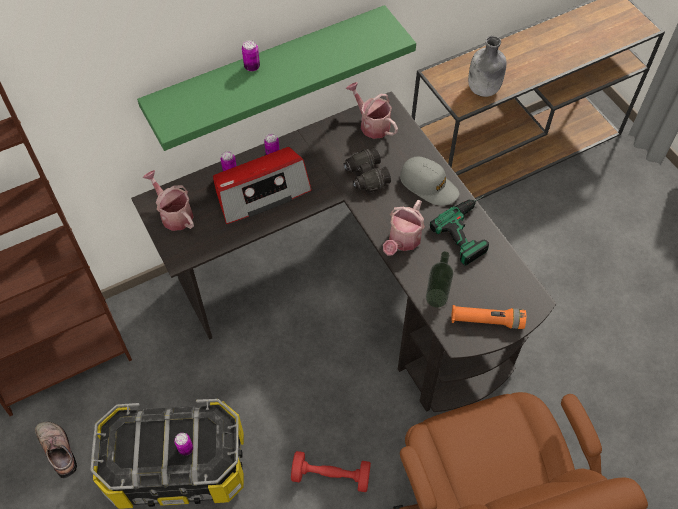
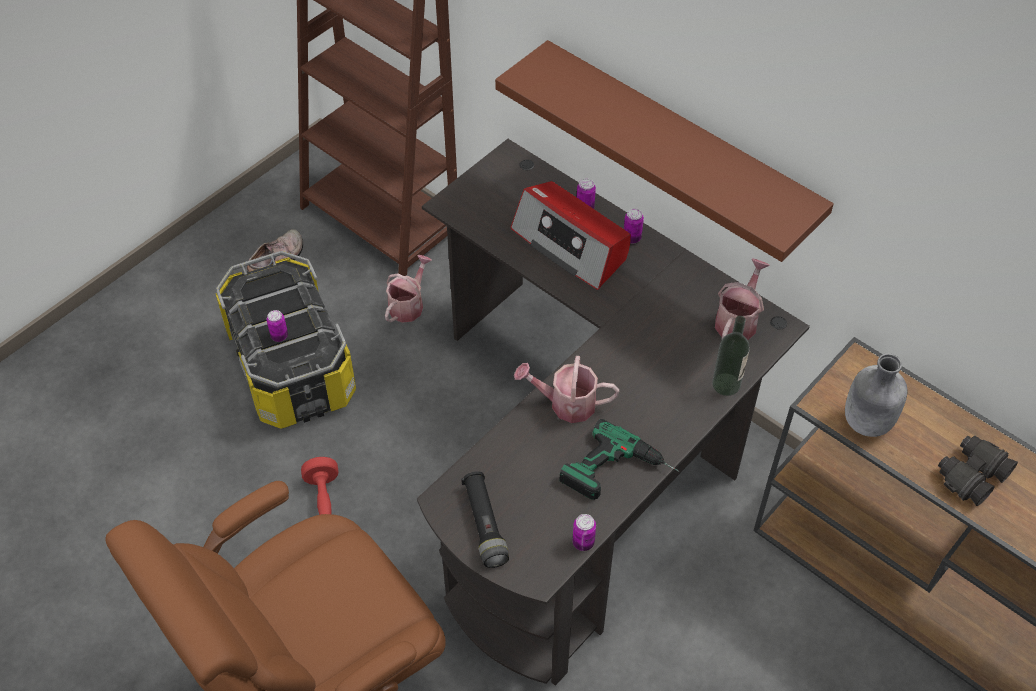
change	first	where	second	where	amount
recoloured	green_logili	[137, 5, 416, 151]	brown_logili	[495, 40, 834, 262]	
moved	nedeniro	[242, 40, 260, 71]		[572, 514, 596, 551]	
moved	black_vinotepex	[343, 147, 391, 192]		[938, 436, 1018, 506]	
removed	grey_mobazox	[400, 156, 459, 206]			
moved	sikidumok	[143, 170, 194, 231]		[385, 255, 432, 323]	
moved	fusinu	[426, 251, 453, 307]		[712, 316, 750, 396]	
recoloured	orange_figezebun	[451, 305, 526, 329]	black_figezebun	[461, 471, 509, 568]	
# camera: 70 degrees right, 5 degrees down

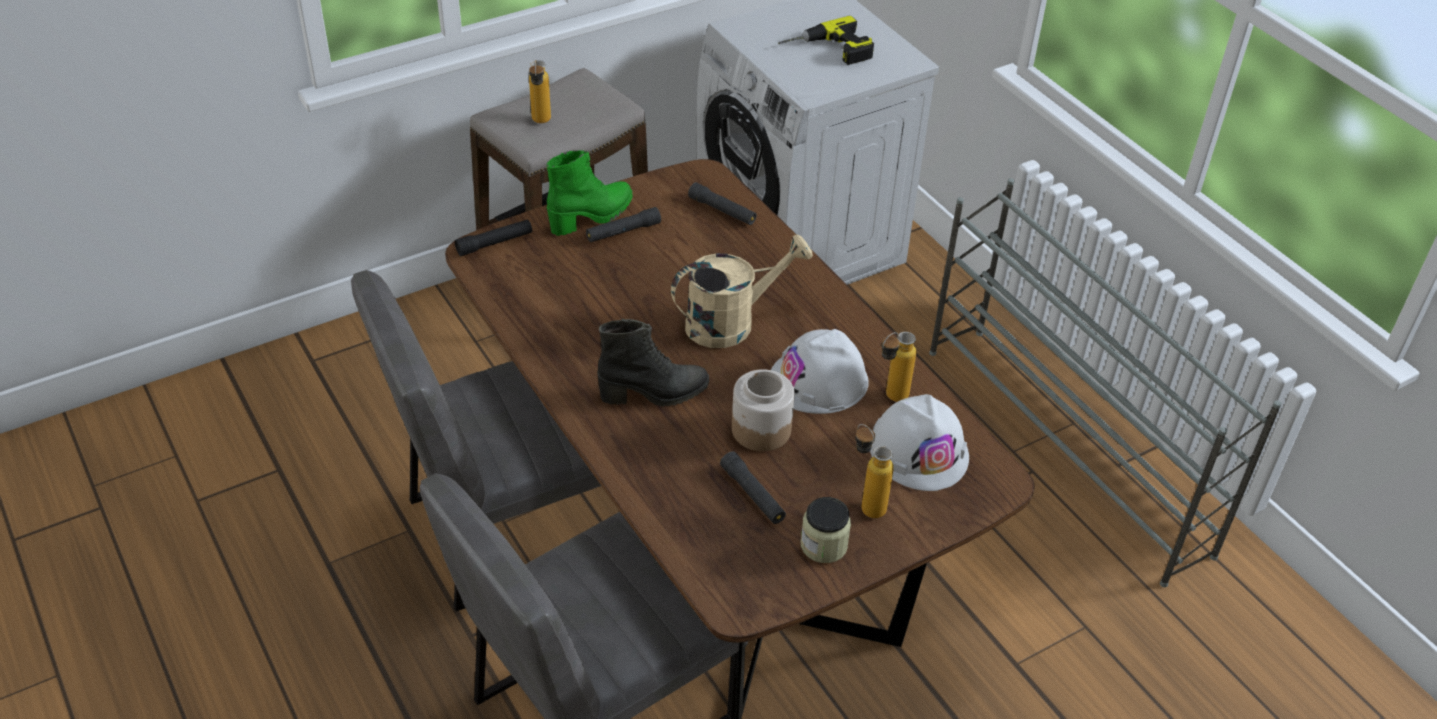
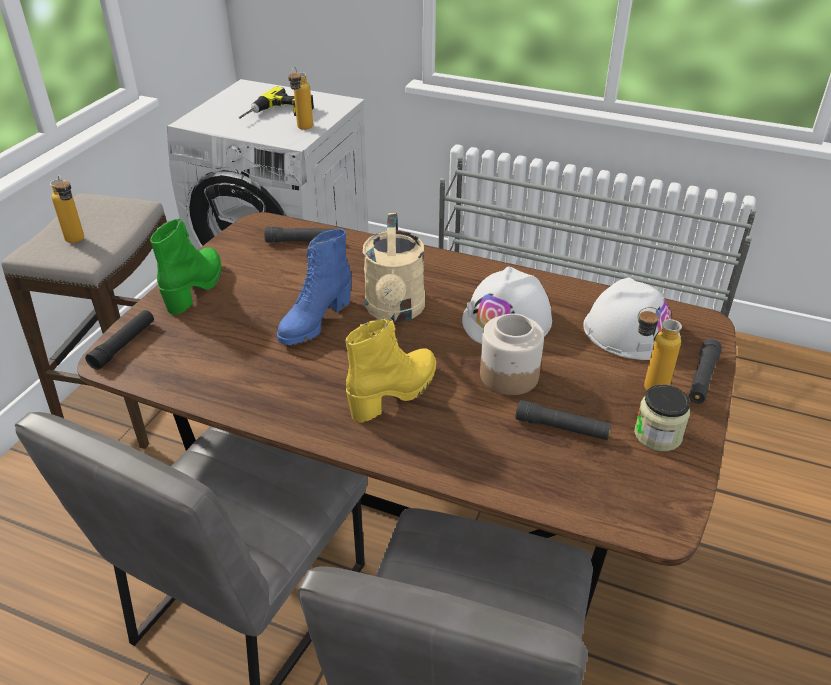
change	first	where	second	where	amount
moved	black_figezebun	[586, 207, 661, 242]		[689, 339, 722, 404]	
turned	beige_sikidumok	[671, 234, 813, 348]		[363, 213, 425, 322]	150 degrees clockwise
recoloured	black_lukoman	[597, 318, 709, 406]	yellow_lukoman	[345, 318, 436, 423]	
moved	fusinu	[881, 332, 916, 402]		[288, 67, 313, 130]	
added			blue_lukoman	[277, 229, 351, 345]	
# camera: 35 degrees left, 5 degrees down

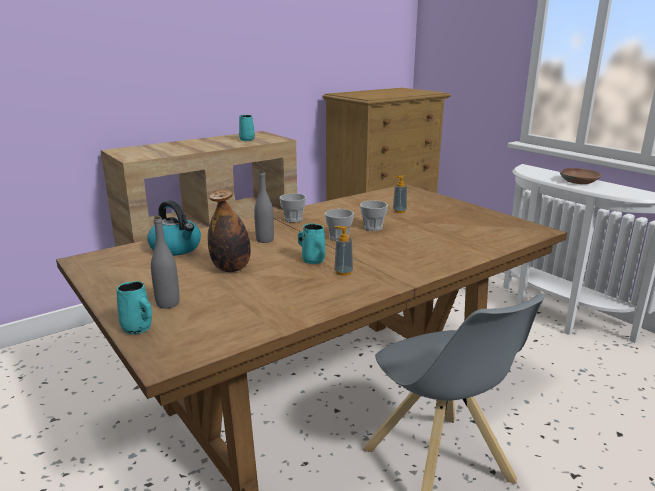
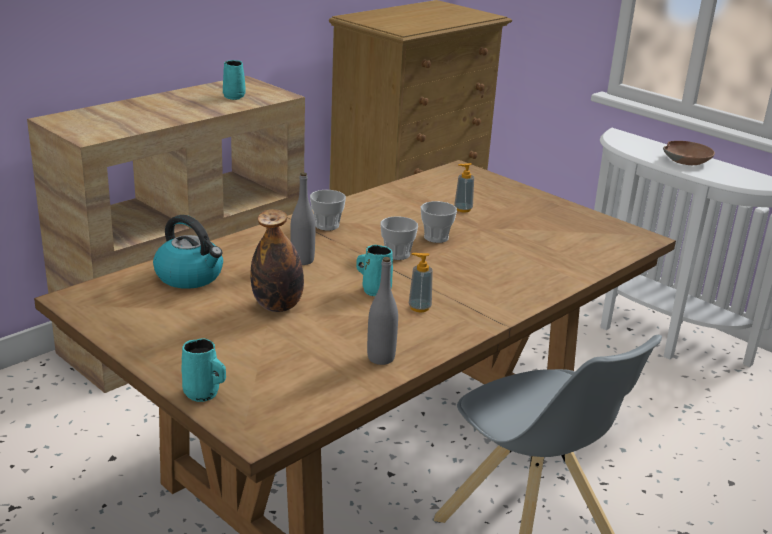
change	first	where	second	where	amount
moved	grey_fusinu	[151, 215, 180, 309]		[367, 257, 398, 365]	
# camera: 10 degrees left, 5 degrees up

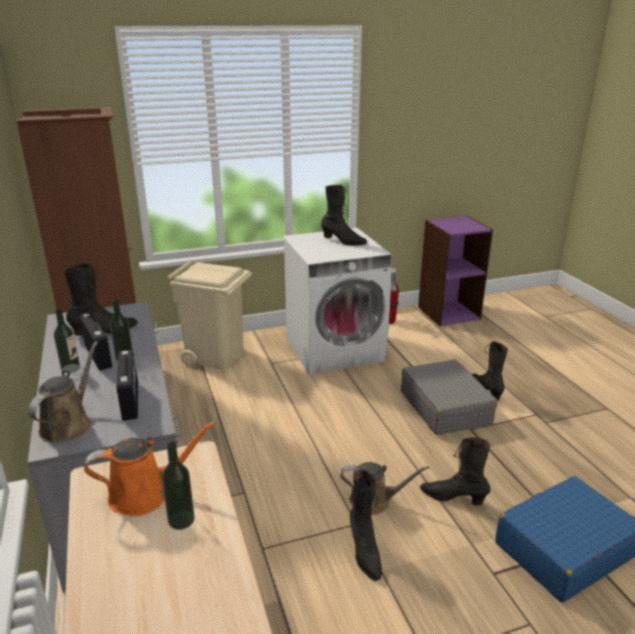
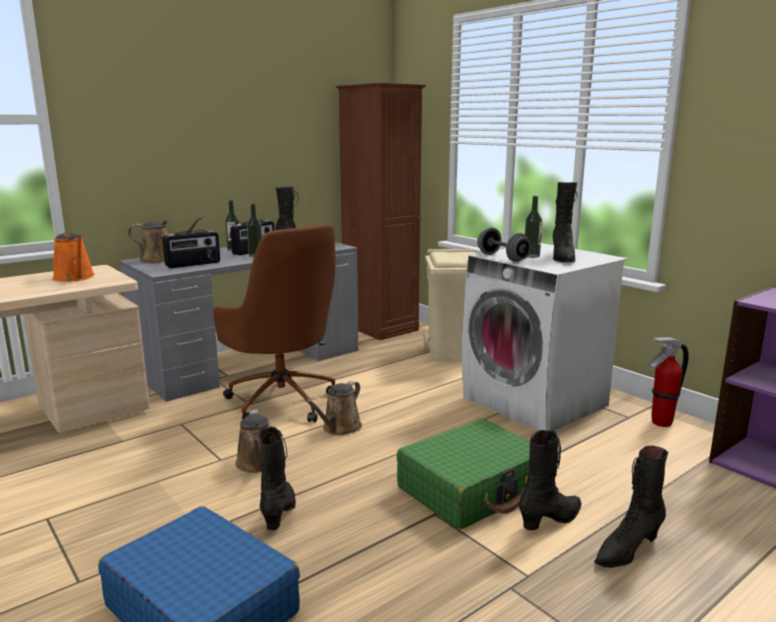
change	first	where	second	where	amount
recoloured	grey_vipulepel	[401, 360, 497, 435]	green_vipulepel	[397, 418, 530, 530]	
moved	fusinu	[162, 441, 195, 530]		[525, 196, 542, 258]	
moved	black_lukoman	[350, 469, 382, 581]		[594, 446, 668, 568]	
added			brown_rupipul	[214, 224, 335, 422]	
added			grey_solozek	[477, 228, 531, 262]	
added			brown_sikidumok	[305, 381, 362, 435]	
# camera: 70 degrees right, 10 degrees down

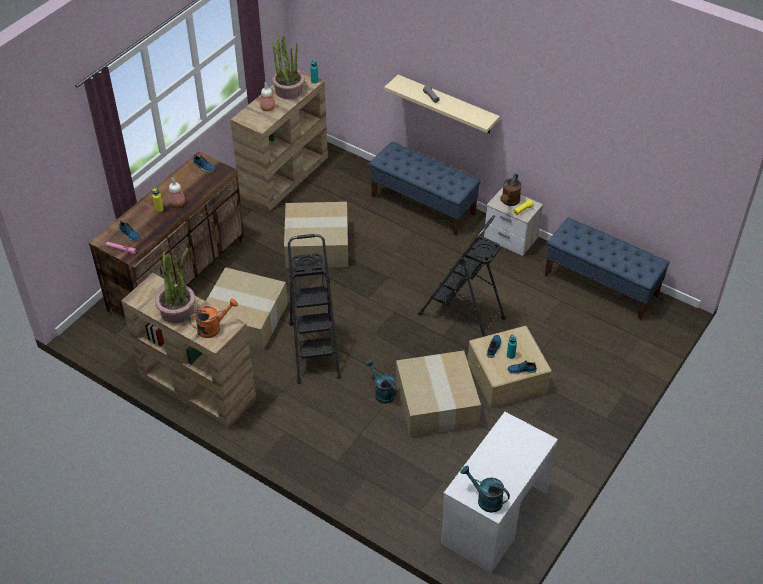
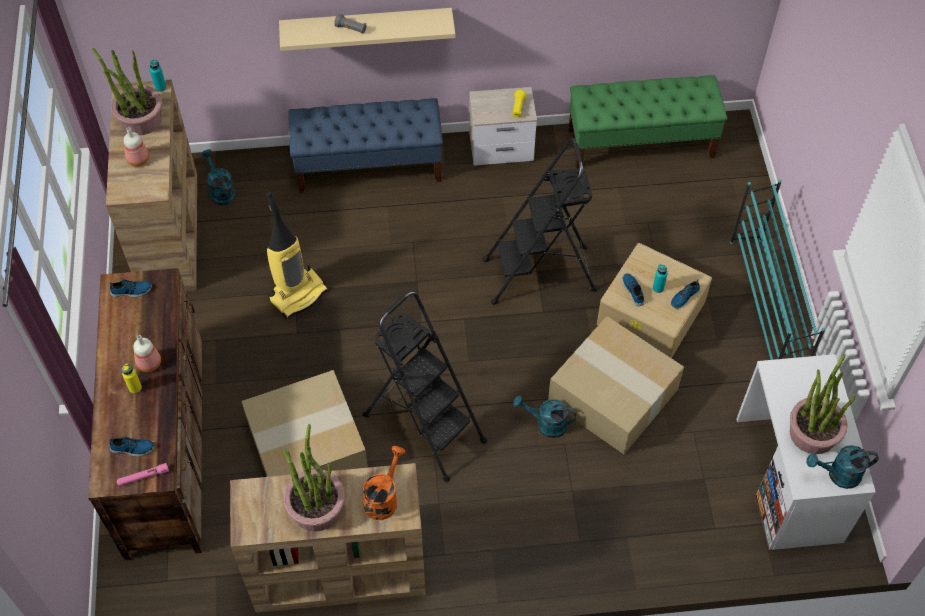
change	first	where	second	where	amount
removed	brown_sikidumok	[500, 174, 521, 206]			
replaced	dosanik	[284, 202, 348, 268]	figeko	[265, 192, 328, 319]	
recoloured	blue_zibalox	[545, 217, 670, 320]	green_zibalox	[569, 75, 727, 168]	
added			turquoise_sikidumok	[201, 149, 235, 205]	
added			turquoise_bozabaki	[730, 179, 825, 360]	
added			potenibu	[790, 354, 856, 454]	
# camera: 40 degrees left, 10 degrees up

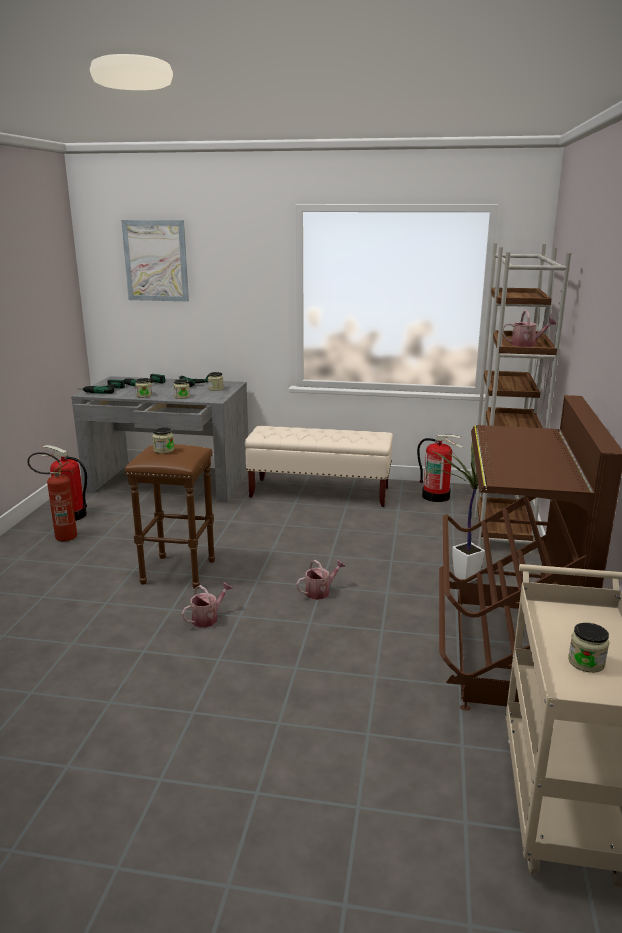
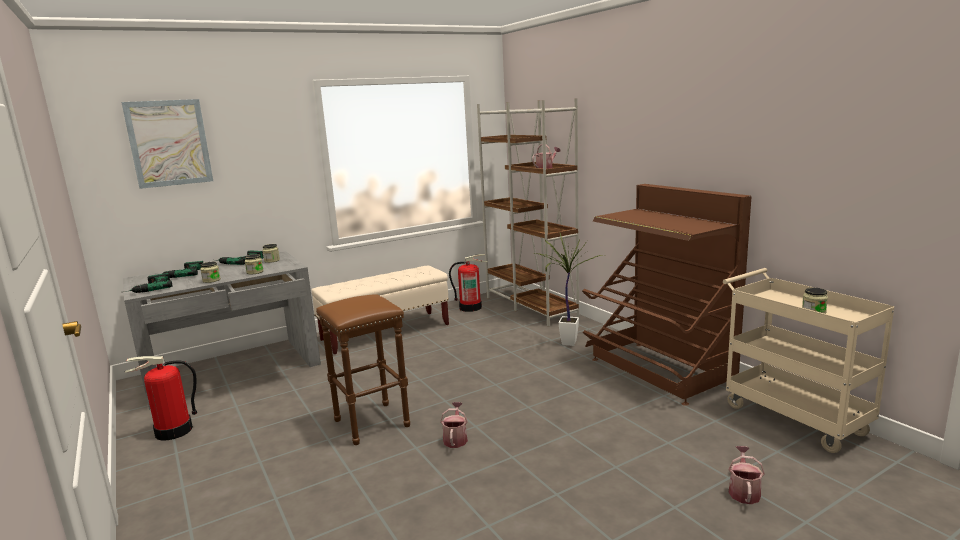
change	first	where	second	where	amount
removed	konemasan	[152, 427, 174, 454]			
removed	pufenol	[27, 452, 77, 542]			
moved	sikidumok	[296, 560, 346, 600]		[728, 446, 765, 504]	
# camera: 40 degrees left, 5 degrees down

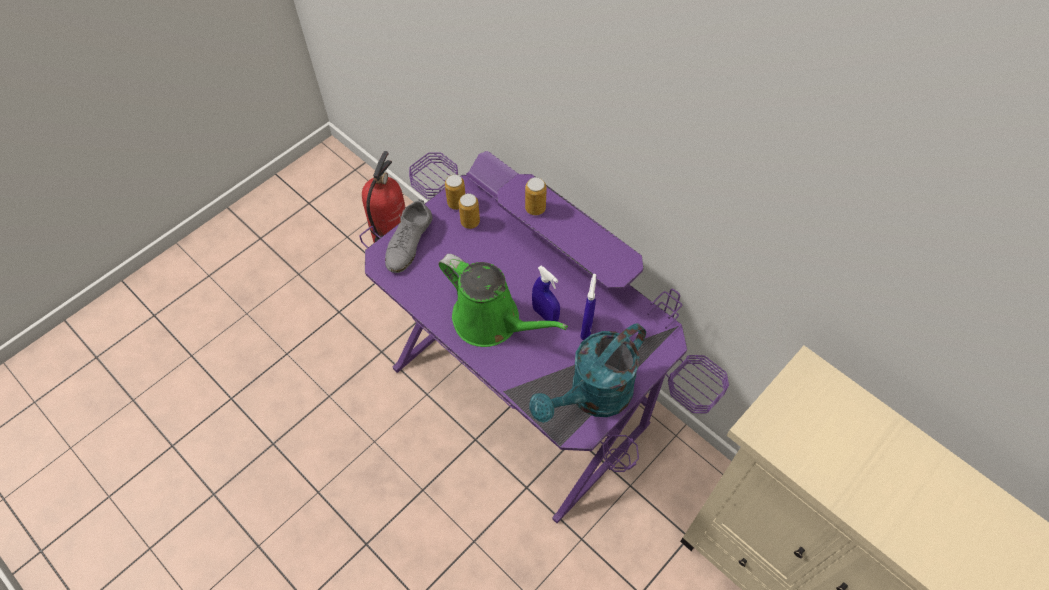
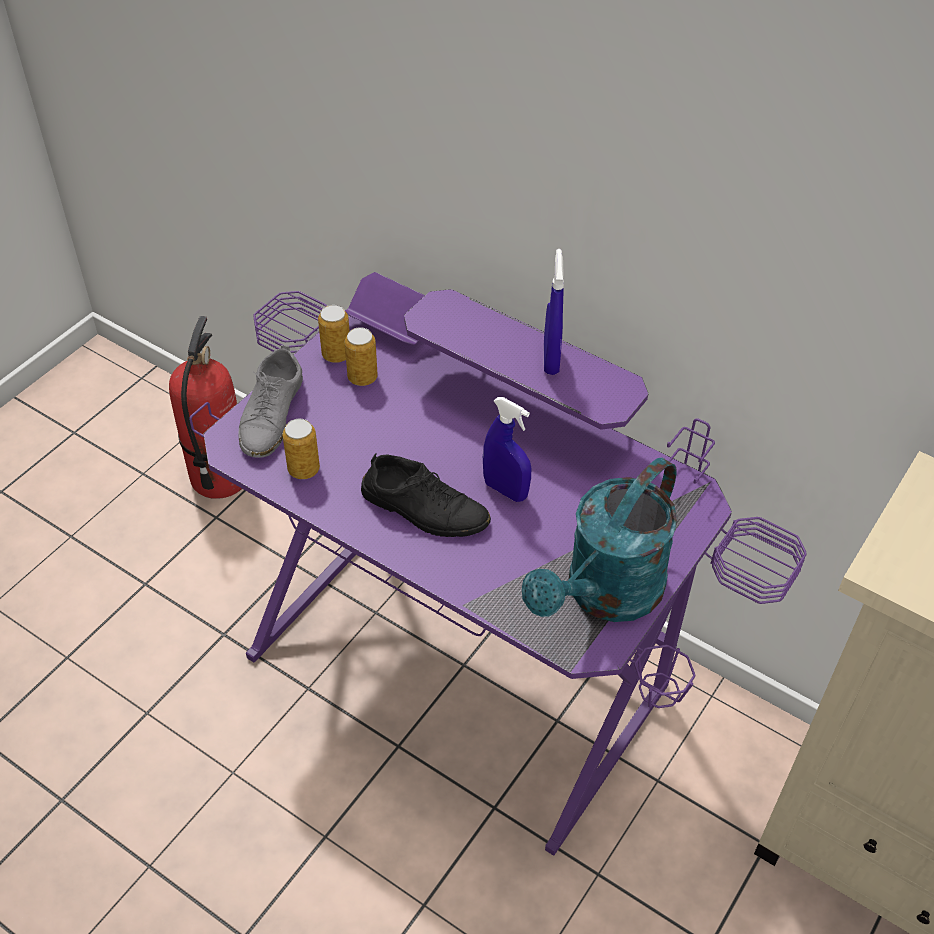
change	first	where	second	where	amount
moved	nedeniro	[525, 177, 547, 215]		[282, 419, 320, 479]	
replaced	green_sikidumok	[438, 254, 568, 347]	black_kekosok	[361, 453, 491, 537]	
moved	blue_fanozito	[580, 274, 596, 340]		[544, 249, 564, 375]	
# camera: 10 degrees left, 10 degrees down

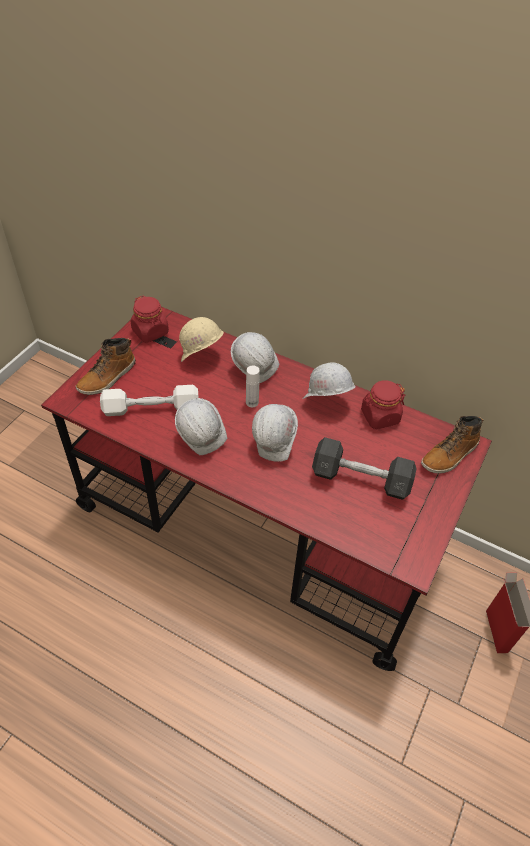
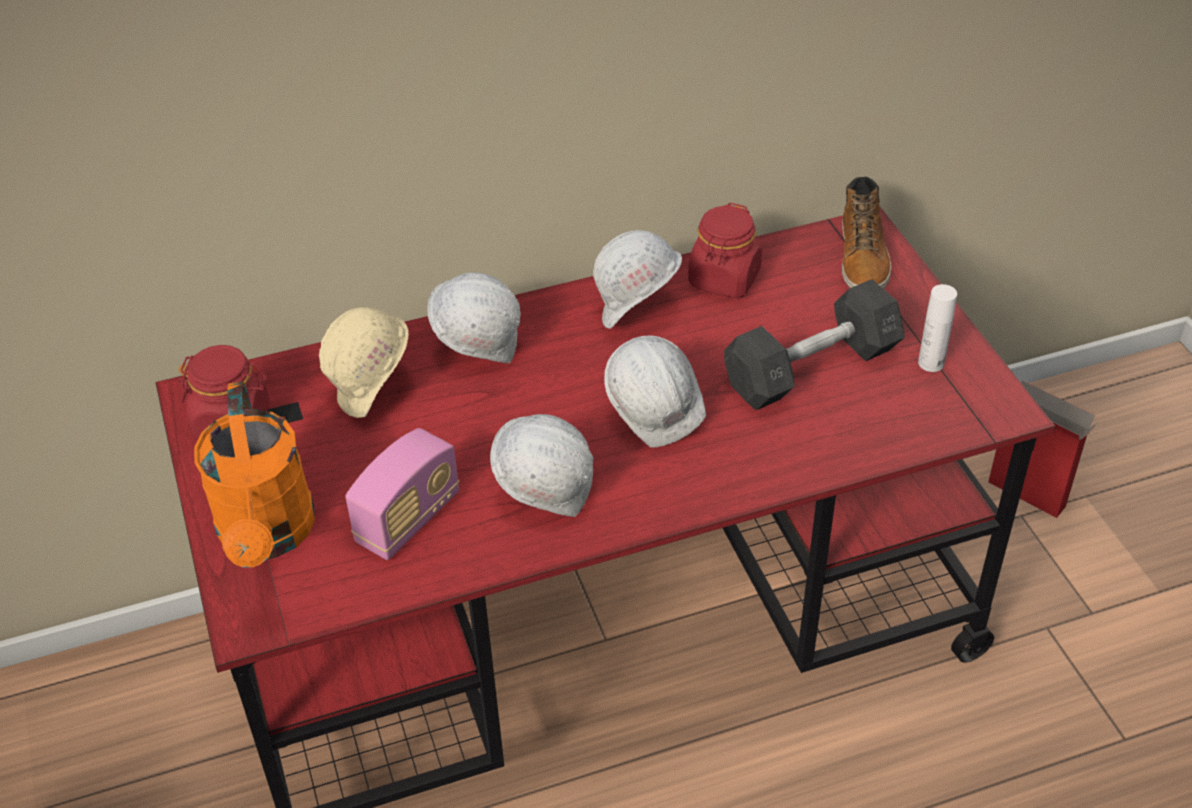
change	first	where	second	where	amount
replaced	lukoman	[76, 338, 136, 395]	orange_sikidumok	[194, 381, 315, 568]	
moved	white_fusinu	[246, 365, 260, 407]		[918, 284, 957, 372]	
replaced	white_solozek	[100, 385, 199, 416]	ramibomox	[345, 428, 459, 560]	
# camera: 45 degrees left, 5 degrees down

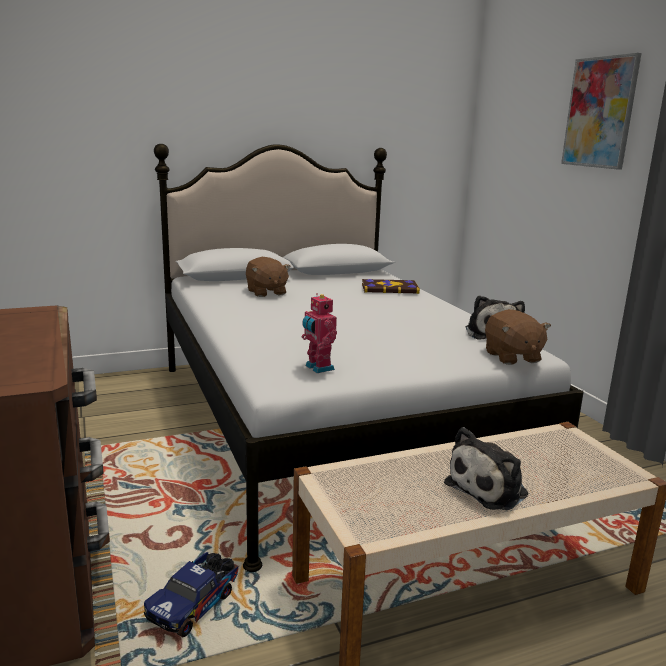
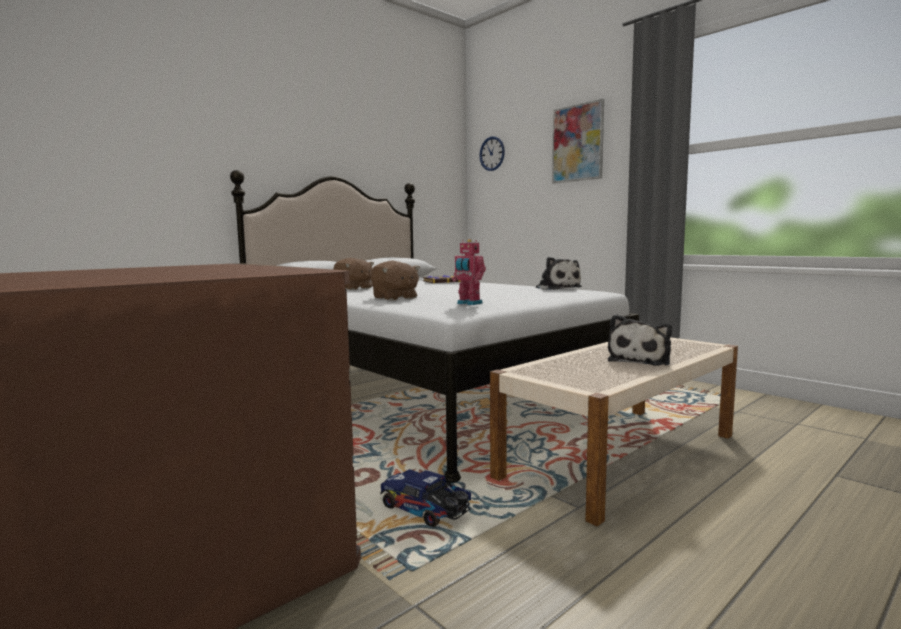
change	first	where	second	where	amount
moved	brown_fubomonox	[485, 309, 551, 365]		[371, 261, 420, 301]	
turned	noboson	[144, 552, 238, 637]		[380, 469, 471, 527]	120 degrees clockwise
added			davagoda	[479, 136, 505, 171]	
# camera: 20 degrees left, 10 degrees down

